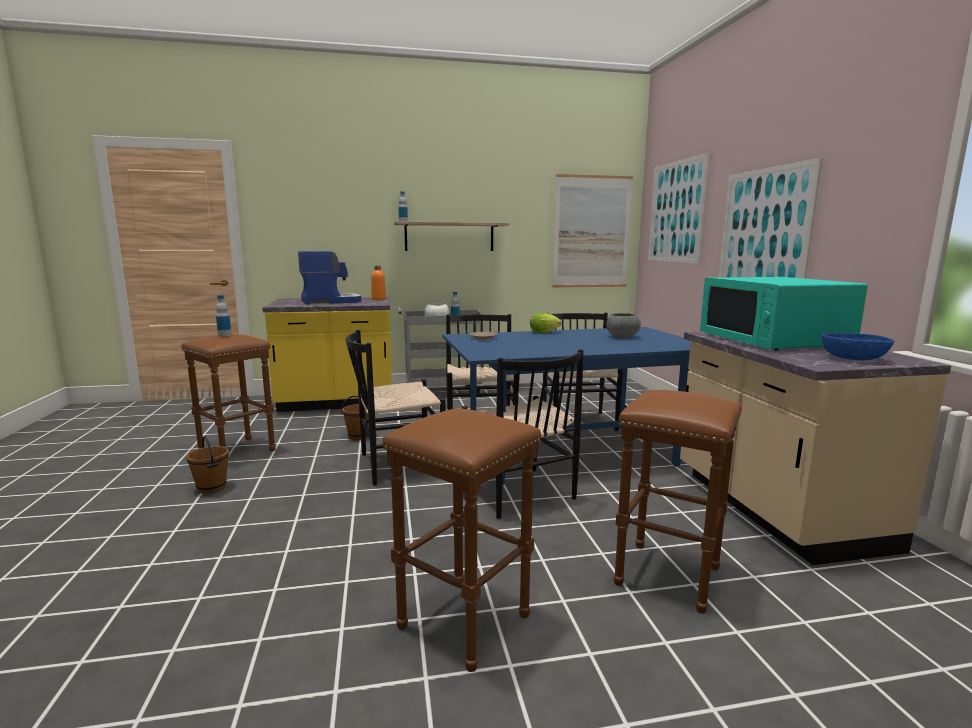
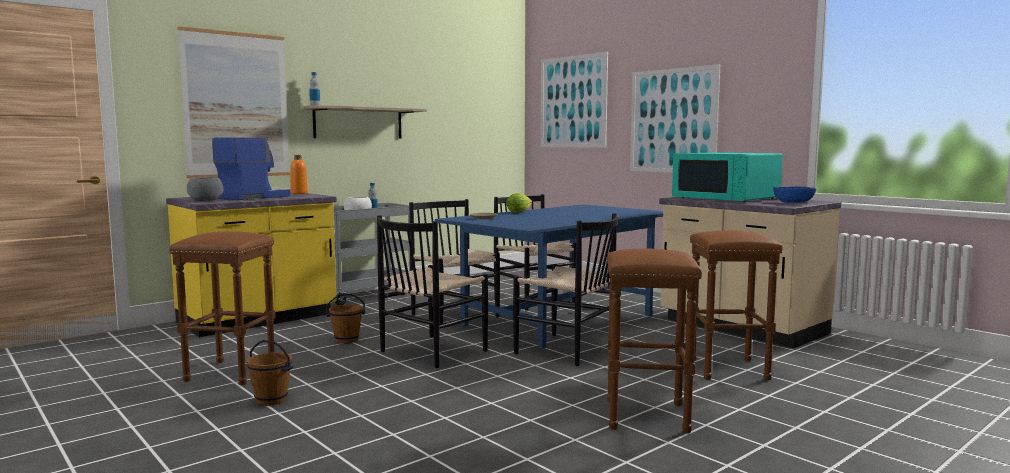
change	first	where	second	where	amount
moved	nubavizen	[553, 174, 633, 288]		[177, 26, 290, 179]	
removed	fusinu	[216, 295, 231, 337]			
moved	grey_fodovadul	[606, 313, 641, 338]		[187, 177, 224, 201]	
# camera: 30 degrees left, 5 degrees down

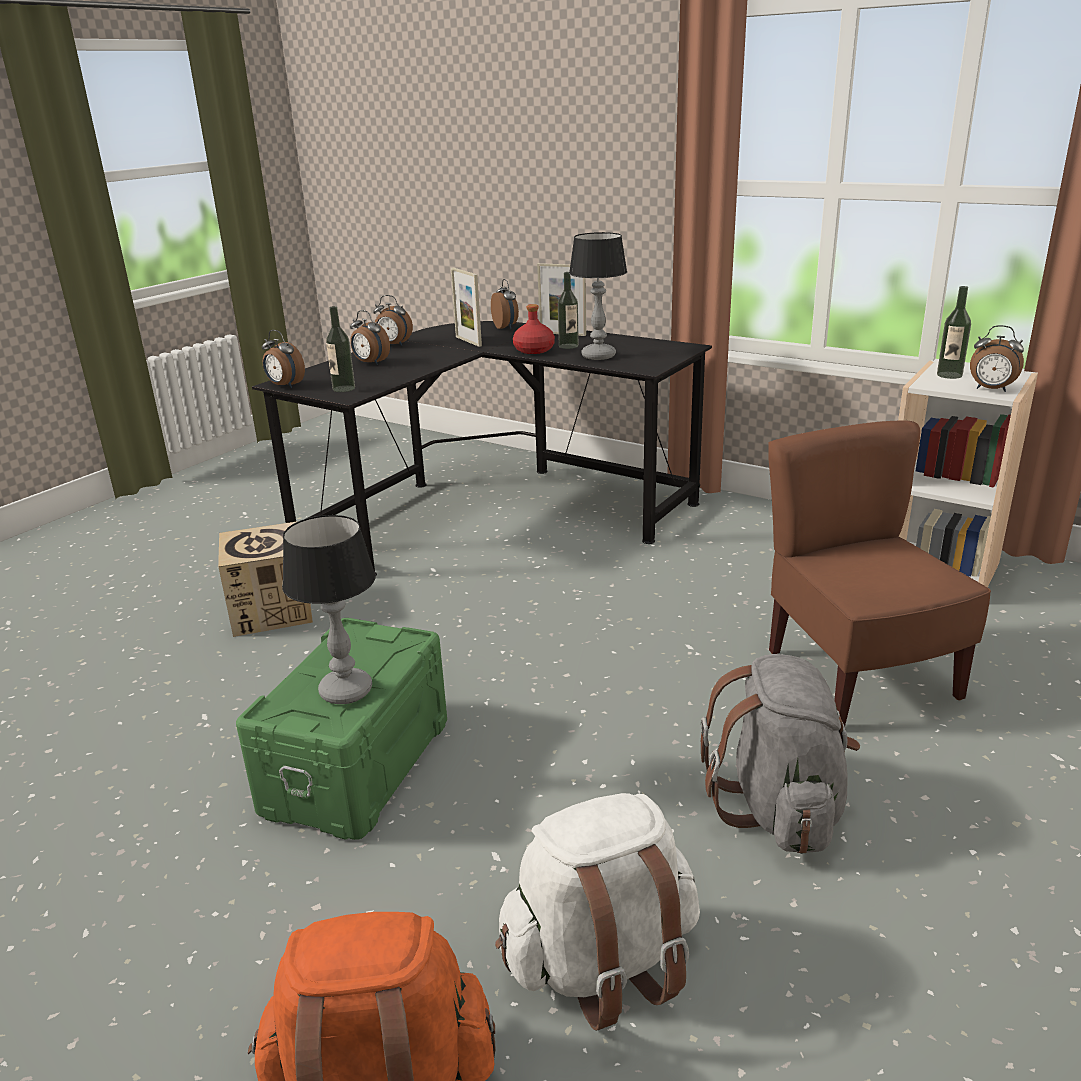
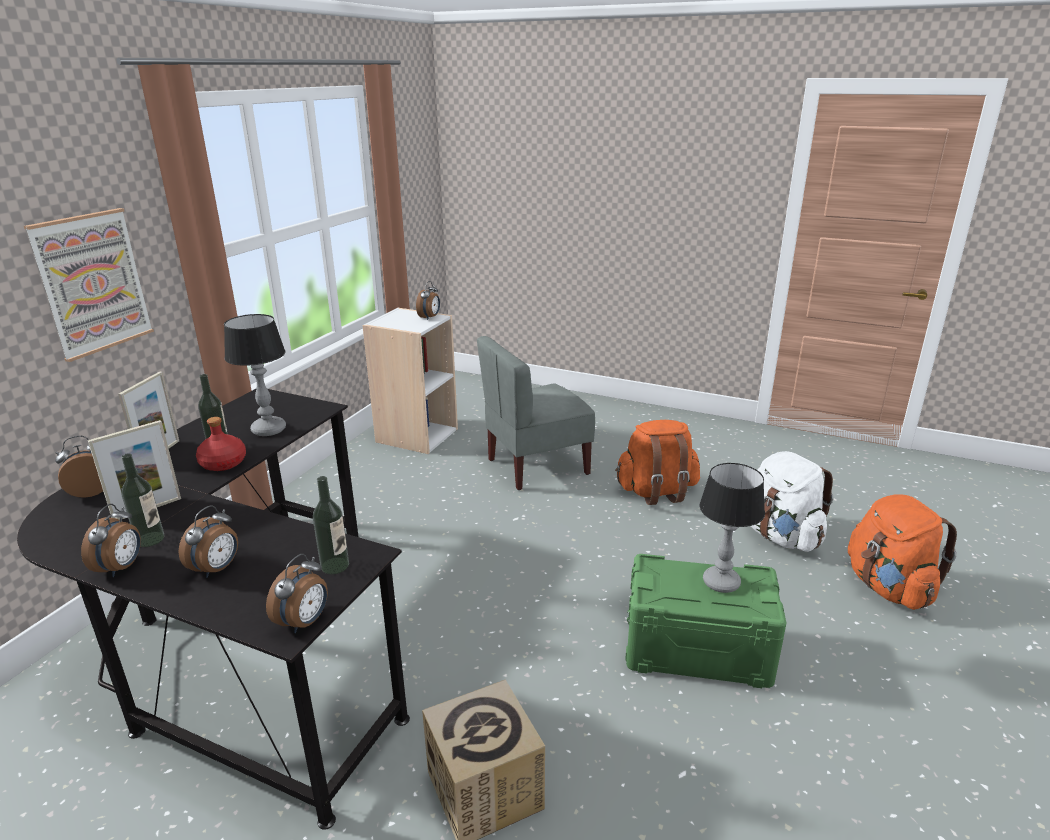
change	first	where	second	where	amount
moved	fusinu	[937, 286, 971, 379]		[121, 453, 164, 547]	
recoloured	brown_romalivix	[768, 420, 991, 726]	grey_romalivix	[477, 336, 595, 490]	
recoloured	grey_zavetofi	[701, 654, 860, 854]	orange_zavetofi	[615, 420, 700, 505]	
added			nubavizen	[24, 208, 154, 362]	
# camera: 100 degrees left, 0 degrees up

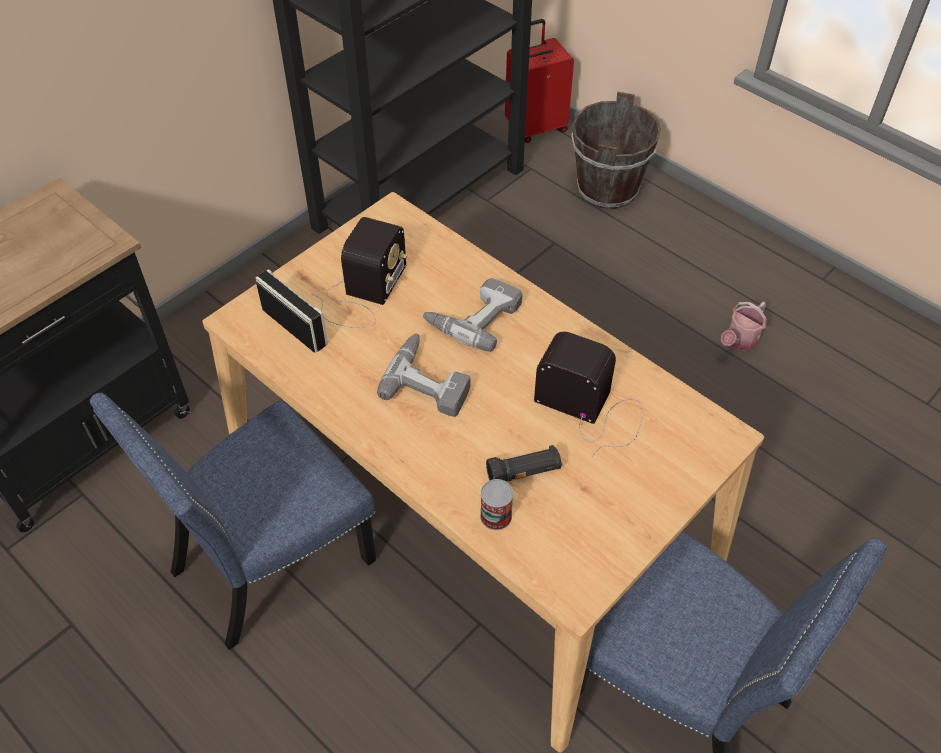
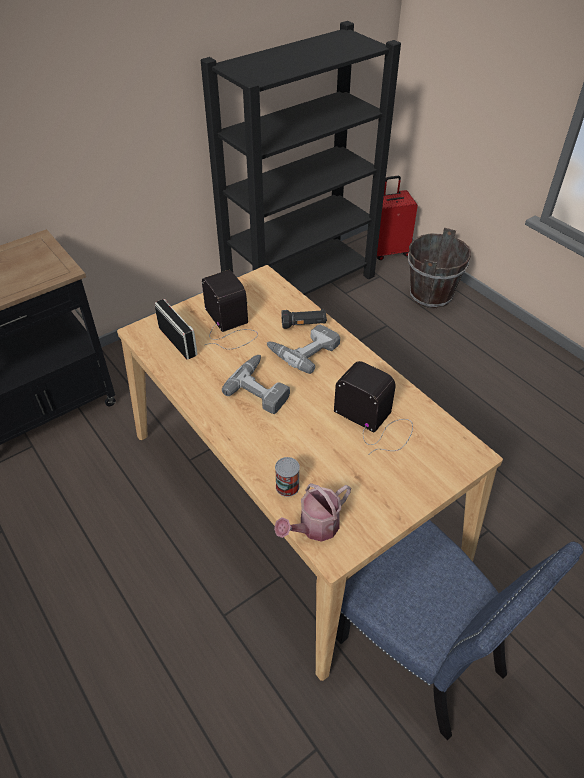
change	first	where	second	where	amount
turned	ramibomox	[312, 217, 407, 328]		[202, 270, 258, 349]	60 degrees counterclockwise
moved	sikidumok	[721, 302, 767, 351]		[274, 483, 351, 542]	
removed	blue_romalivix	[90, 392, 376, 650]			
moved	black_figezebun	[486, 445, 562, 482]		[281, 309, 327, 329]	
# camera: 10 degrees right, 5 degrees down

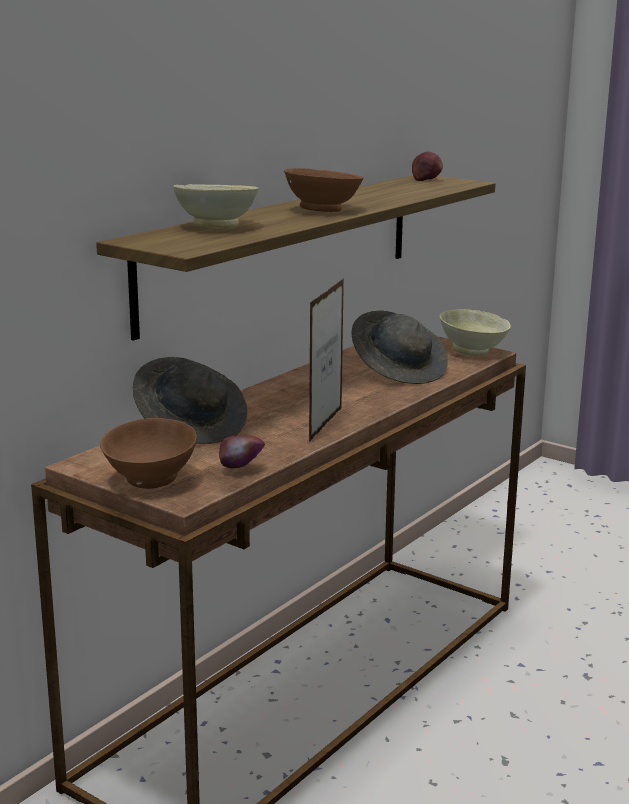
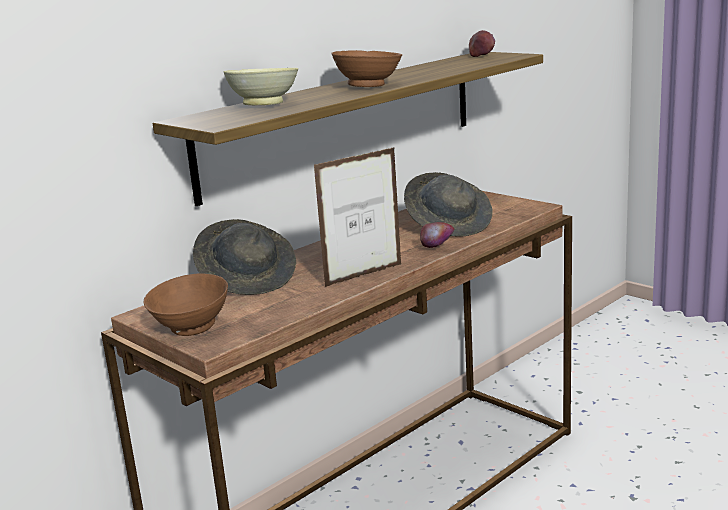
change	first	where	second	where	amount
turned	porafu	[309, 278, 344, 442]		[314, 147, 401, 287]	150 degrees counterclockwise
removed	beige_fodovadul	[440, 309, 511, 356]			
moved	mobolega	[219, 435, 265, 468]		[420, 222, 455, 248]	
# camera: 10 degrees right, 0 degrees up

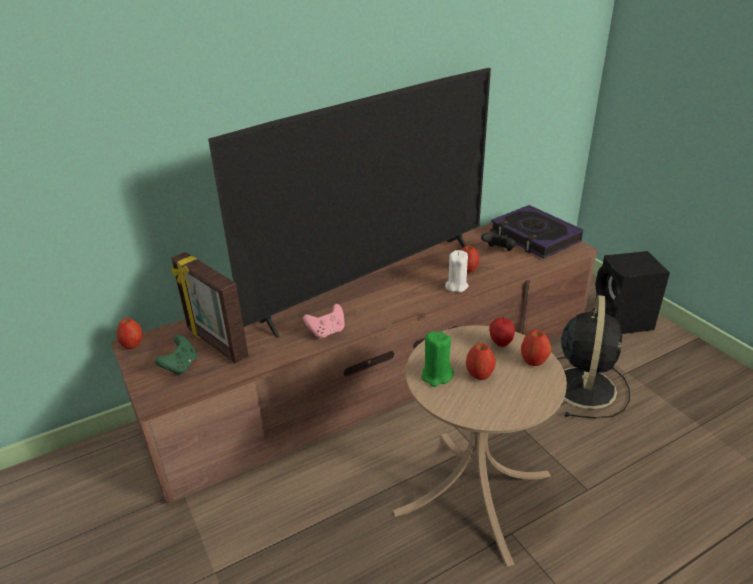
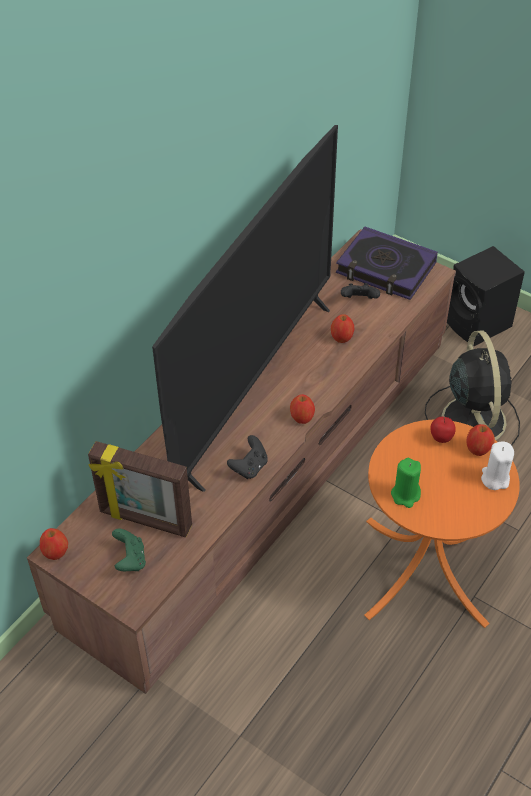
change	first	where	second	where	amount
moved	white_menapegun	[445, 250, 469, 292]		[481, 441, 514, 490]	
recoloured	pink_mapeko	[303, 304, 345, 339]	black_mapeko	[227, 435, 268, 479]	
recoloured	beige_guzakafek	[393, 326, 567, 567]	orange_guzakafek	[364, 420, 520, 628]	
moved	mobolega	[466, 343, 496, 380]		[290, 394, 315, 424]	
# camera: 25 degrees left, 15 degrees up

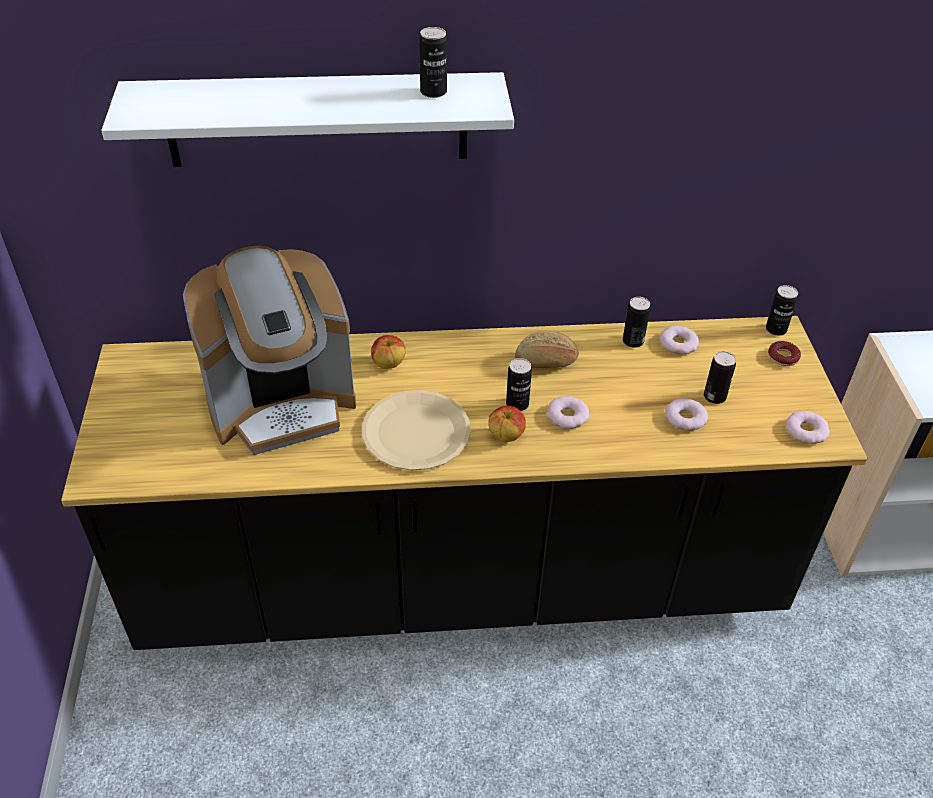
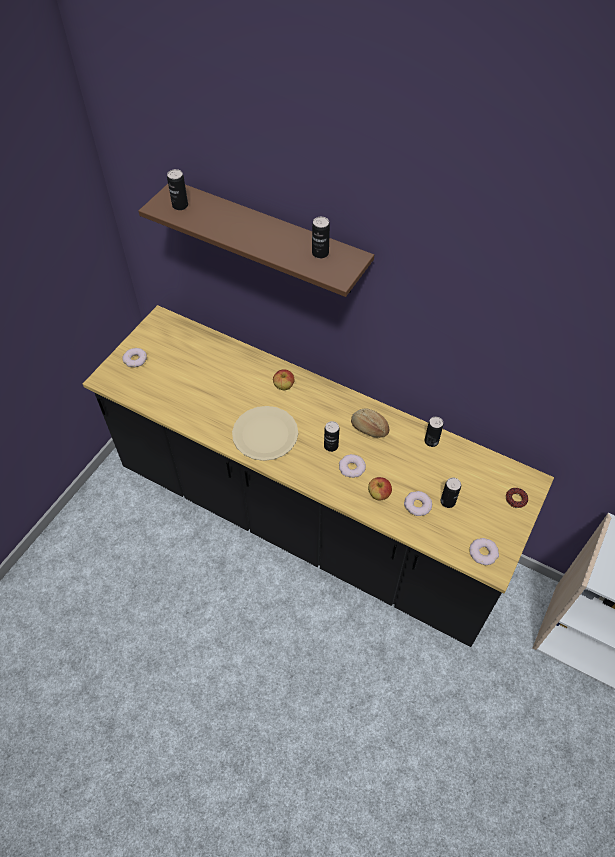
change	first	where	second	where	amount
recoloured	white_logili	[101, 72, 514, 167]	brown_logili	[138, 184, 374, 297]	
removed	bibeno	[183, 245, 356, 455]			
moved	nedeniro	[766, 285, 798, 336]		[167, 169, 188, 210]	
moved	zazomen	[659, 326, 700, 355]		[123, 348, 147, 367]	
moved	mobolega	[488, 406, 526, 442]		[368, 477, 392, 501]	
# camera: 35 degrees right, 10 degrees up

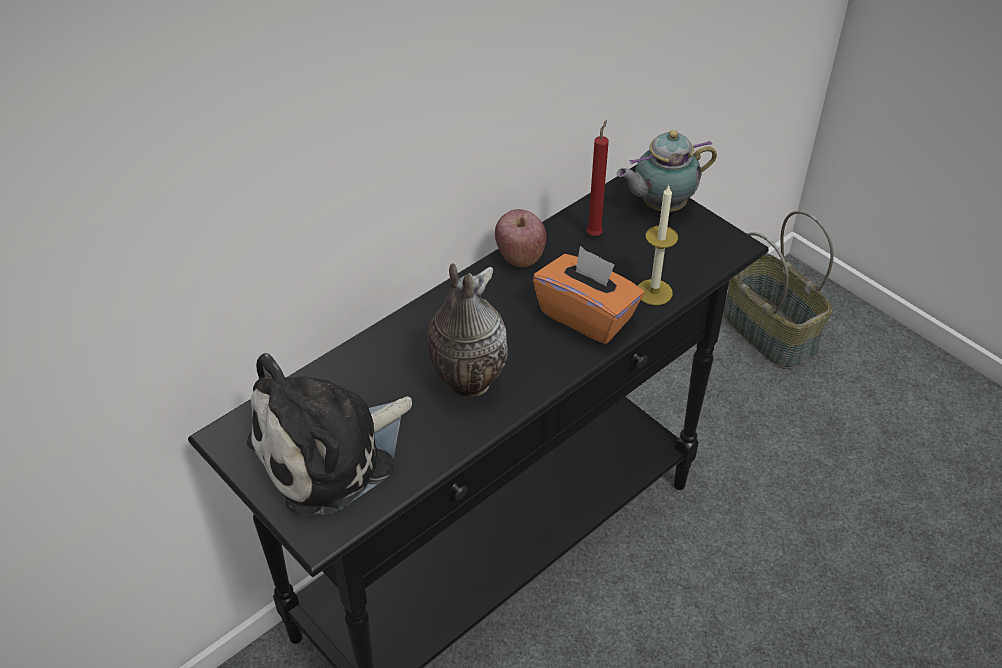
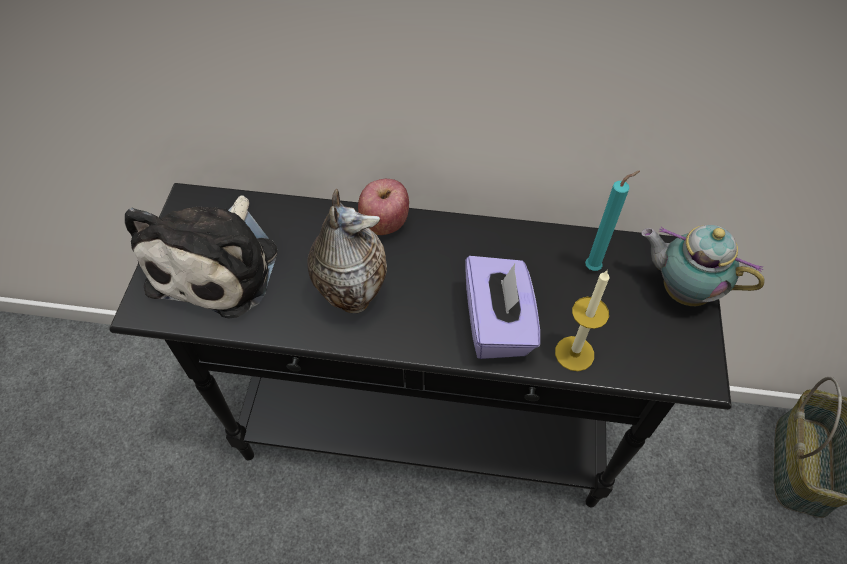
change	first	where	second	where	amount
recoloured	red_menapegun	[586, 120, 609, 236]	turquoise_menapegun	[585, 171, 640, 271]	
moved	mobolega	[495, 209, 546, 267]		[358, 179, 409, 235]	
recoloured	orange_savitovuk	[533, 246, 644, 344]	purple_savitovuk	[465, 256, 540, 359]	
turned	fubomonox	[247, 353, 412, 515]		[125, 195, 277, 318]	90 degrees counterclockwise
# camera: 50 degrees right, 10 degrees up

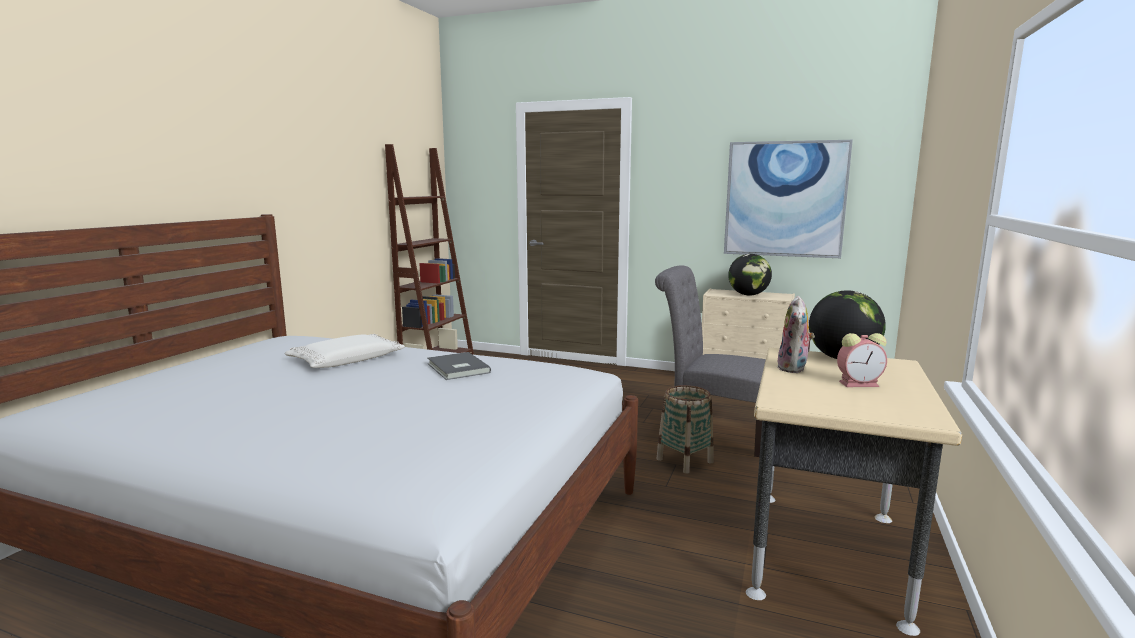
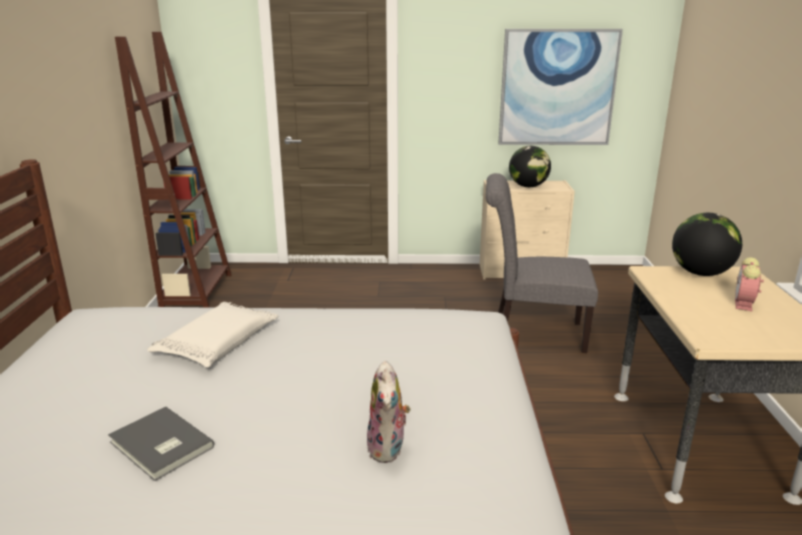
change	first	where	second	where	amount
moved	fubomonox	[777, 296, 815, 373]		[366, 361, 410, 463]	
turned	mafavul	[837, 333, 887, 387]		[735, 257, 764, 311]	135 degrees clockwise
moved	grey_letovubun	[428, 352, 491, 380]		[108, 407, 214, 481]	
removed	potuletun	[656, 385, 713, 474]			
# camera: 20 degrees left, 10 degrees up

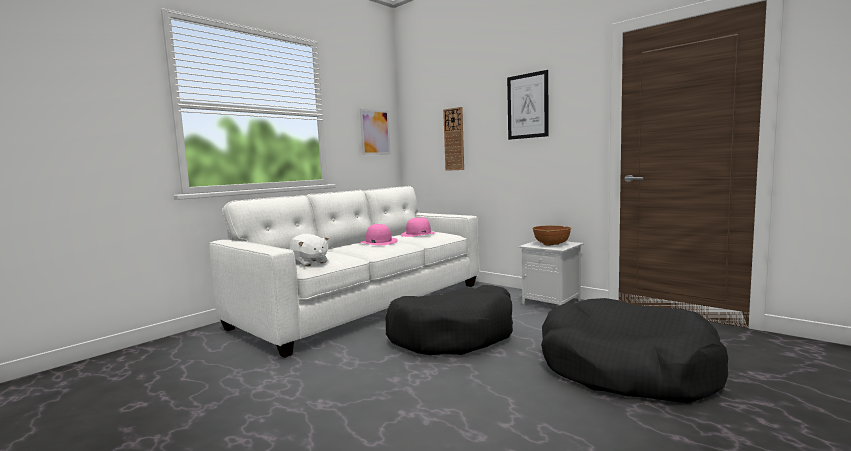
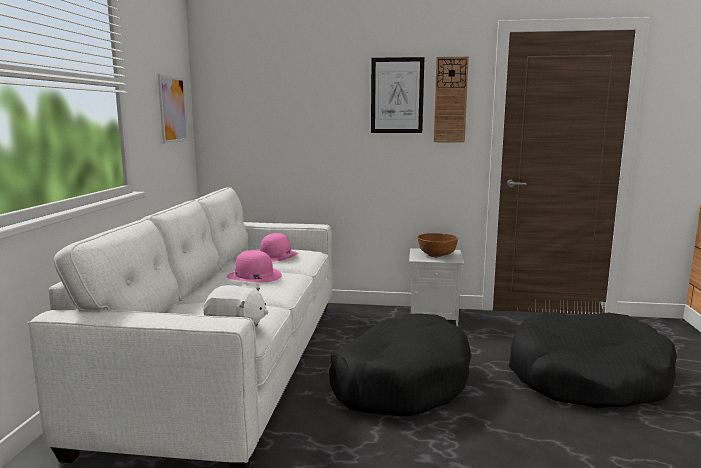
change	first	where	second	where	amount
moved	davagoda	[443, 107, 464, 171]		[434, 56, 469, 143]	
# camera: 35 degrees left, 5 degrees up

